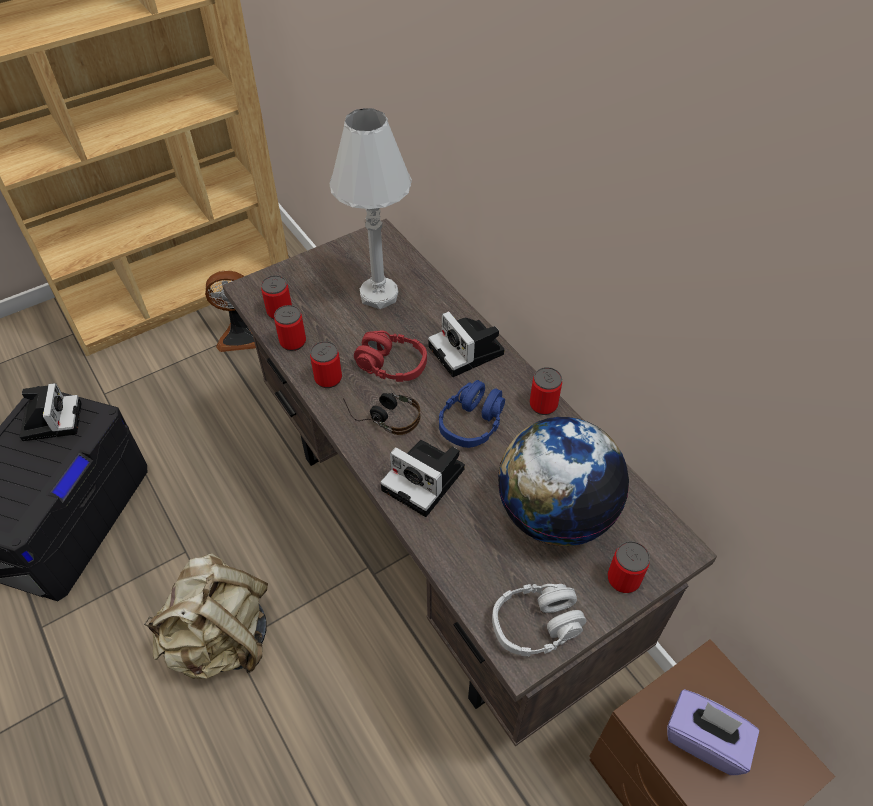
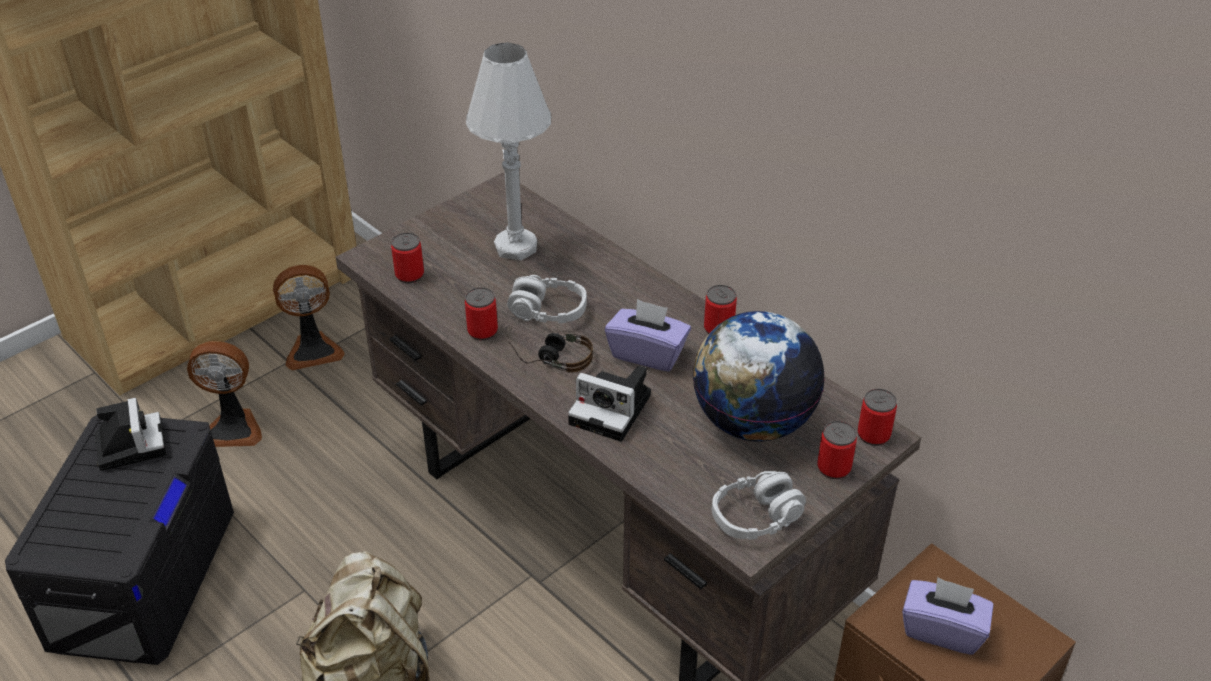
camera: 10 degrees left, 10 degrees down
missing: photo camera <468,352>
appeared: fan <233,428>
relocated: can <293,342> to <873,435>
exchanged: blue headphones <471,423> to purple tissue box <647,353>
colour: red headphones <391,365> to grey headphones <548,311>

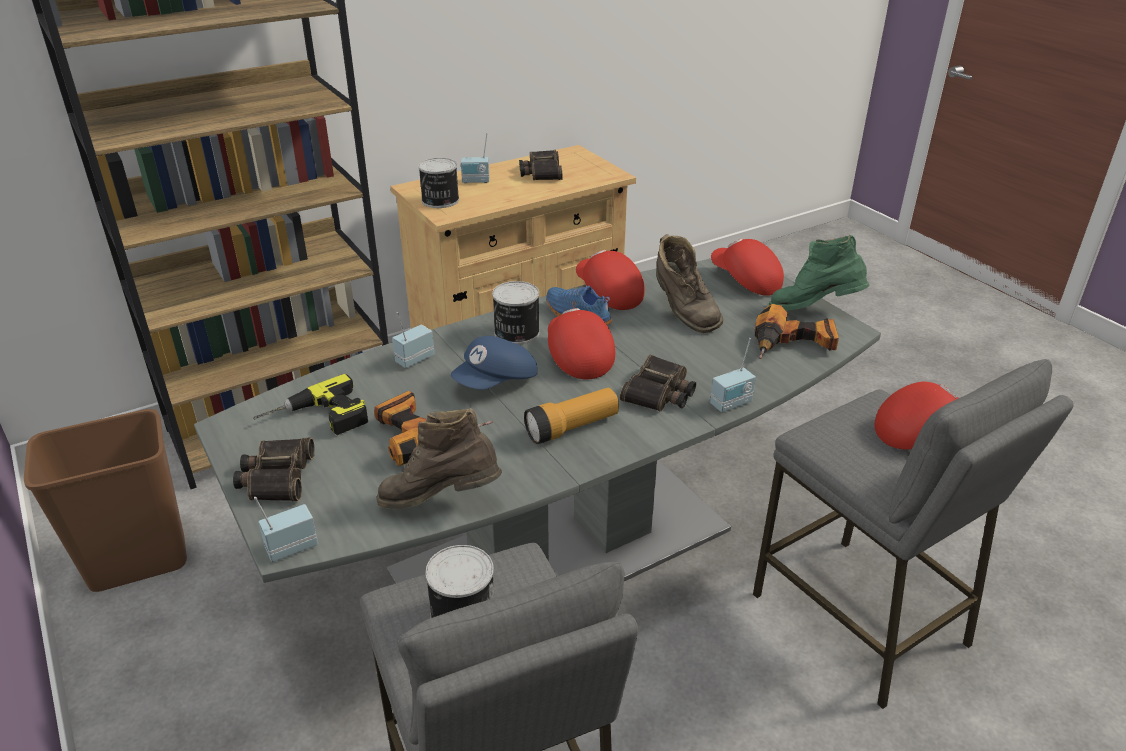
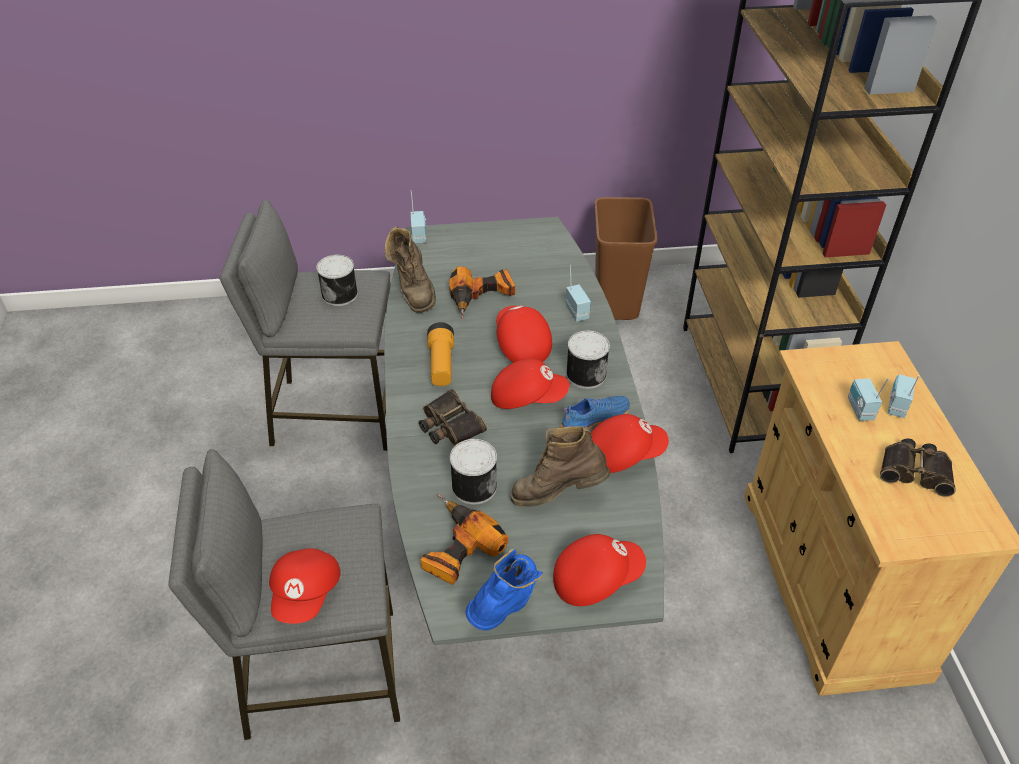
camera: 115 degrees right, 10 degrees up
missing: power drill <316,419>; binoculars <276,477>
relocated: can <440,201> to <473,485>; radio <732,404> to <859,410>
colour: green boot <814,310> to blue boot <506,606>; blue cap <496,382> to red cap <521,344>
spun: brown boot <441,502> = <413,291> 135 degrees clockwise

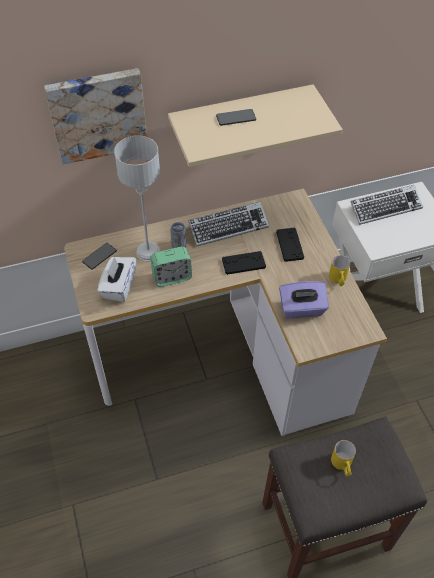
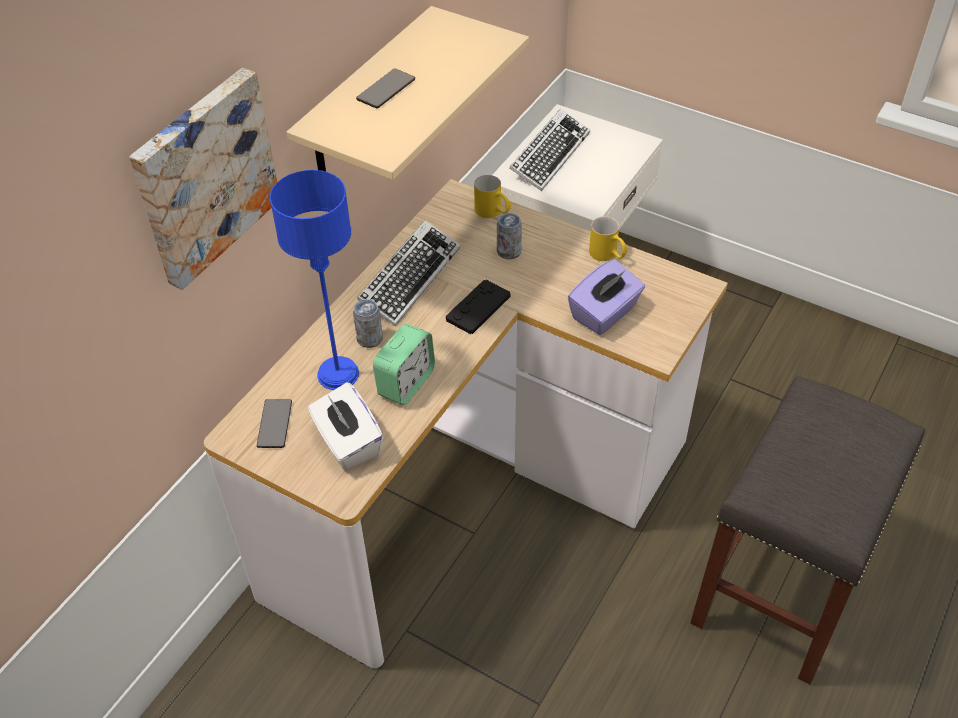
camera: 40 degrees left, 5 degrees down
relocated: yellow mug <342,465> to <493,212>
exchanged: black game controller <289,245> to can <509,252>
colour: grey table lamp <148,252> to blue table lamp <338,373>

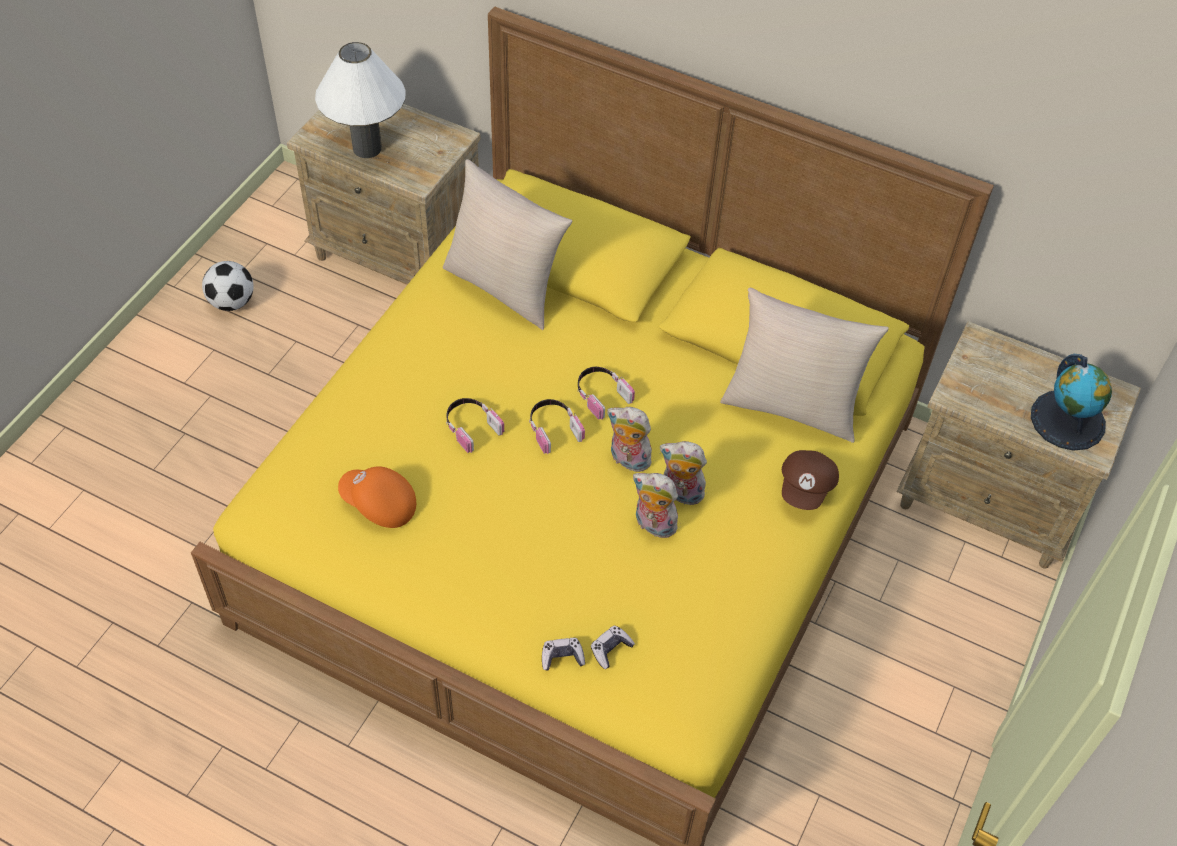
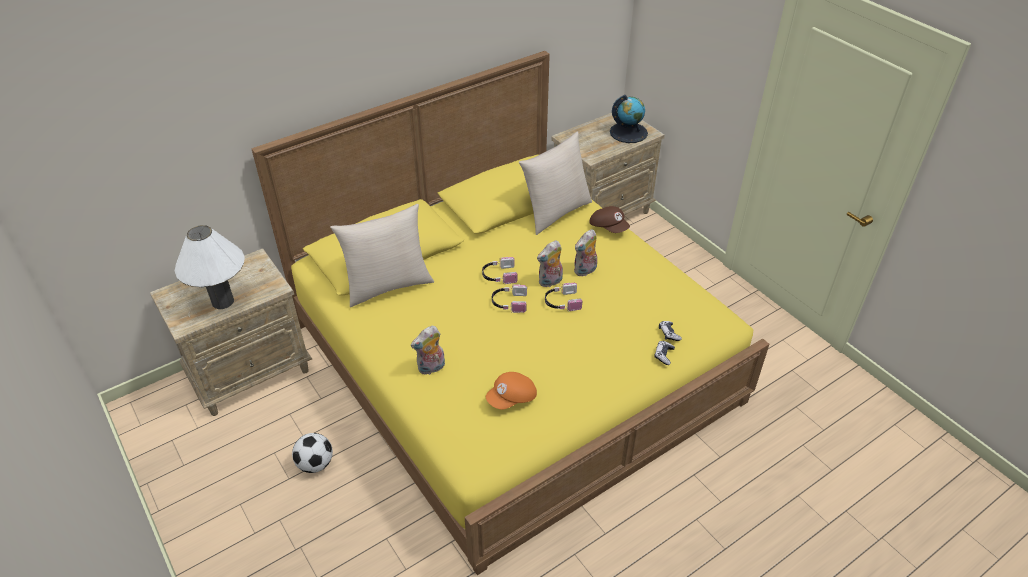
camera: 60 degrees left, 10 degrees down
relocated: football <232,302> to <315,464>; headphones <471,427> to <562,302>; plush toy <653,525> to <431,368>

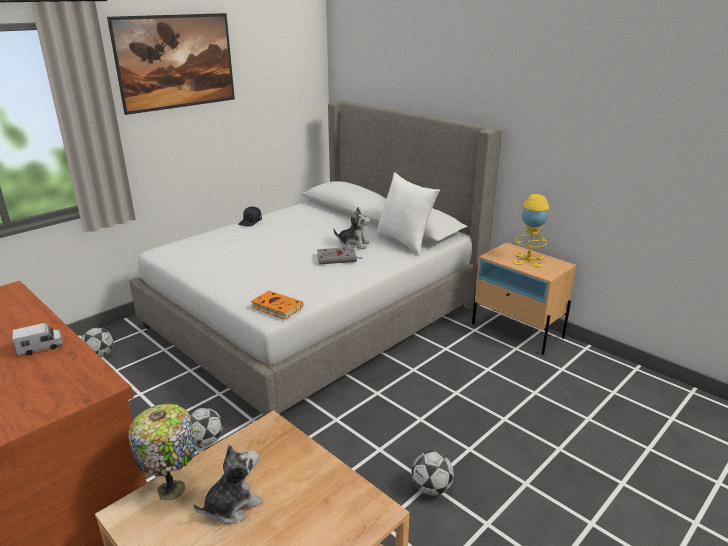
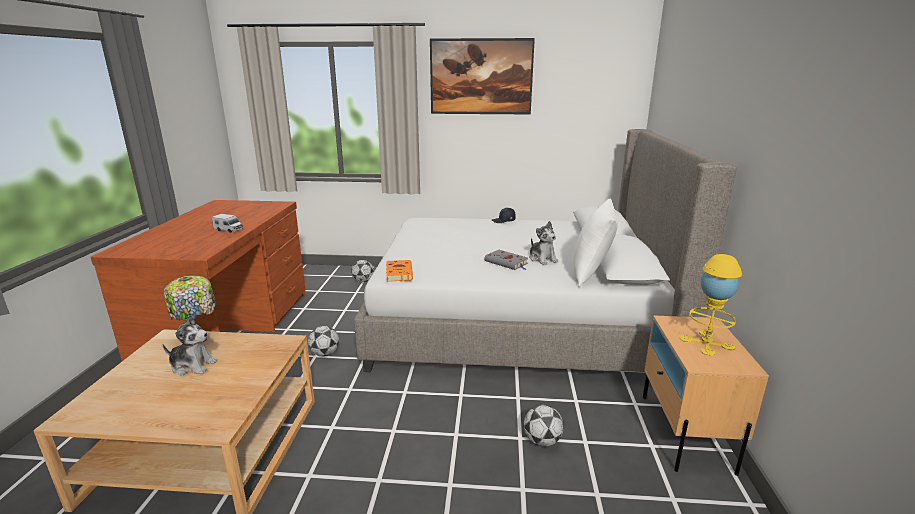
camera: 50 degrees right, 5 degrees down
relocated: football <431,488> to <542,441>

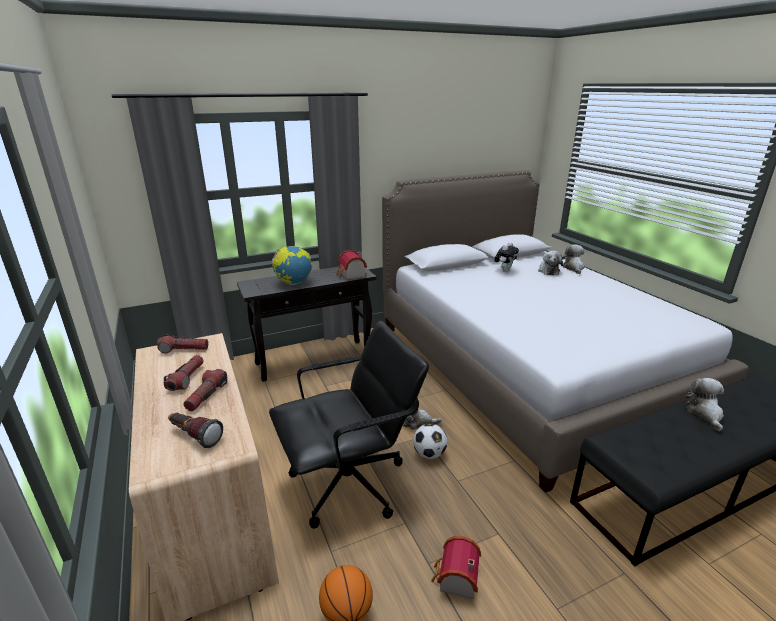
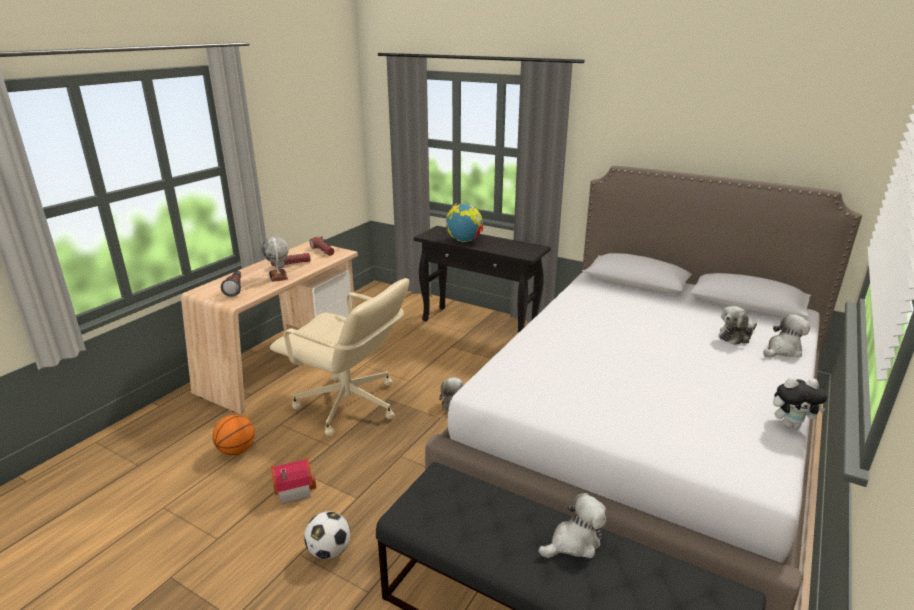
camera: 55 degrees right, 0 degrees up
missing: toy house <351,275>
relocated: plush toy <504,270> to <791,424>; football <429,454> to <329,551>
exchanged: flashlight <206,395> to globe <278,276>
colour: black office chair <350,484> to beige office chair <349,405>

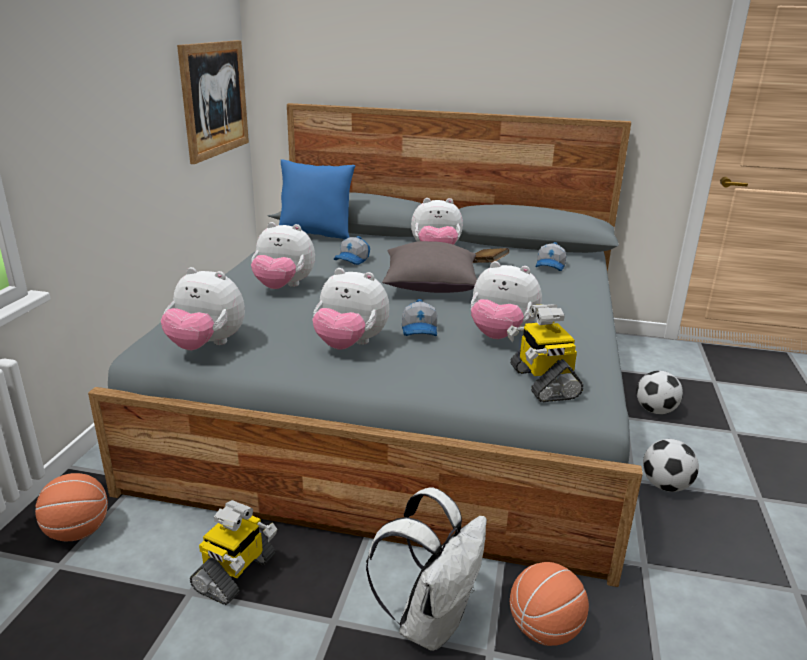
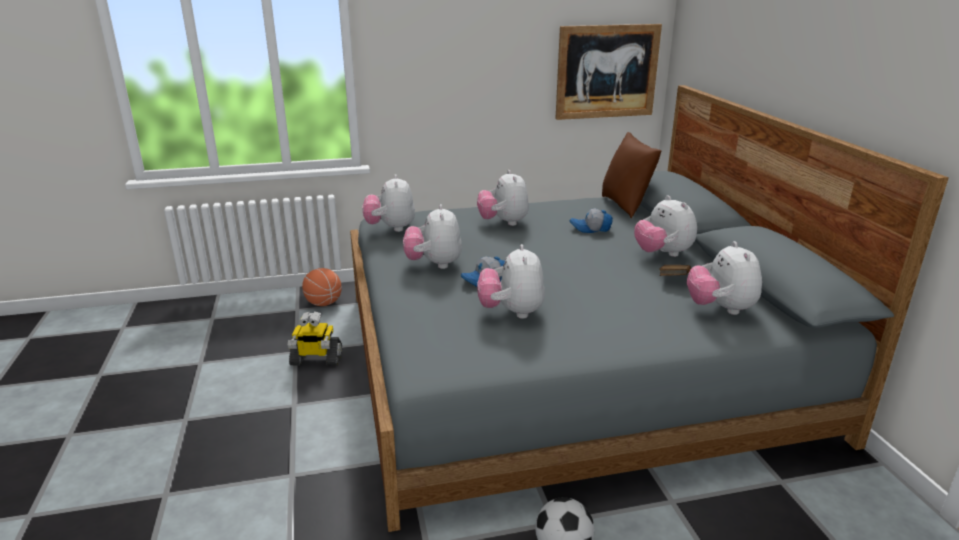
camera: 65 degrees right, 0 degrees up
missing: grey pillow <430,286>; toy robot <542,382>; football <655,411>; white backpack <431,621>; basketball <544,630>
exchanged: cap <551,266> to plush toy <720,309>
colour: blue pillow <316,235> to brown pillow <626,206>

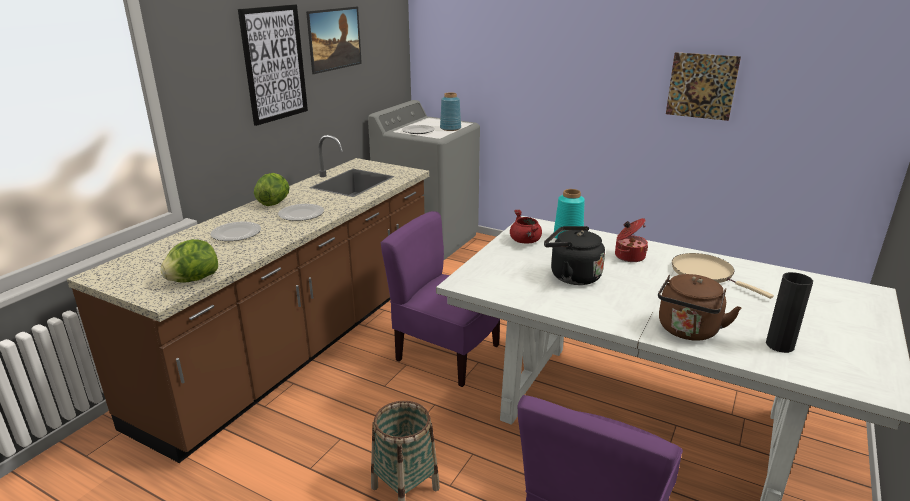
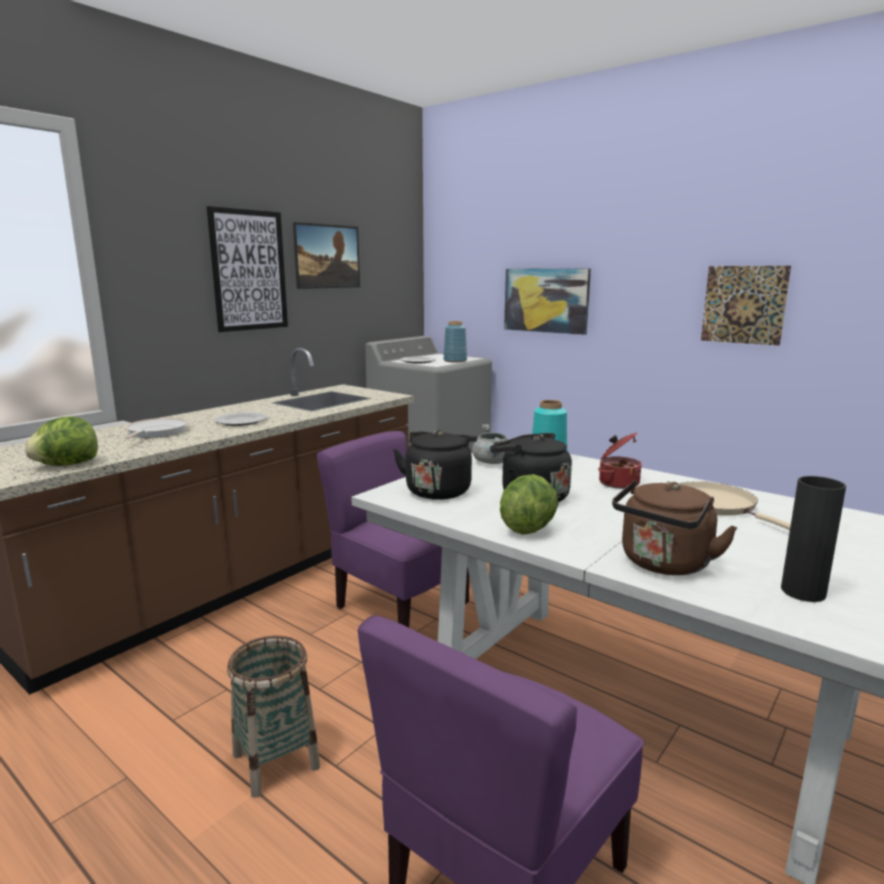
camera: 10 degrees right, 10 degrees down
appeared: picture <546,300>; black kettle <439,490>
relocated: lettuce <274,203> to <528,528>
exchanged: plate <235,234> to frying pan <155,432>
colour: red cooking pot <526,241> to grey cooking pot <492,462>

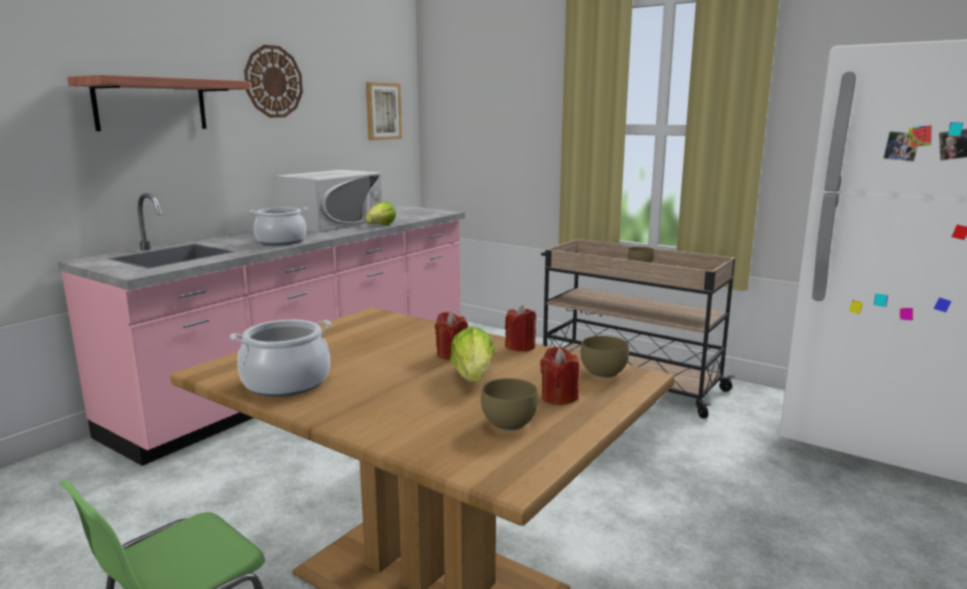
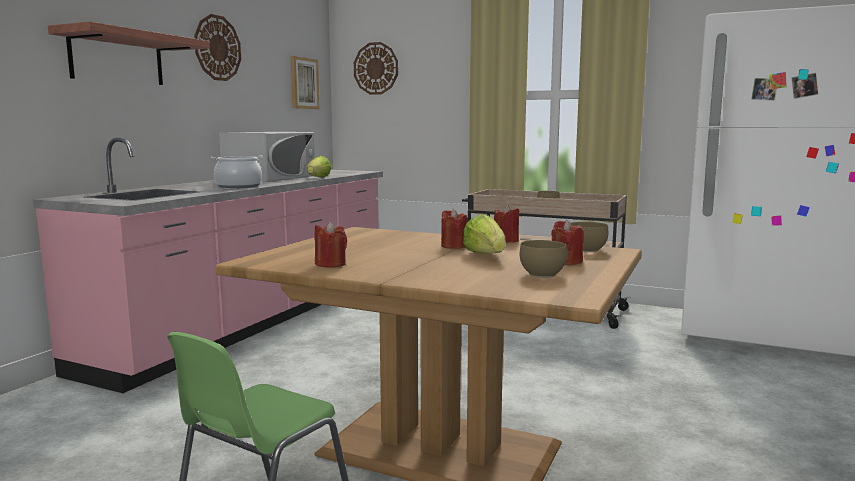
camera: 10 degrees left, 5 degrees down
appeared: wall clock <376,68>
exchanged: cooking pot <286,383> to red candle <330,264>

